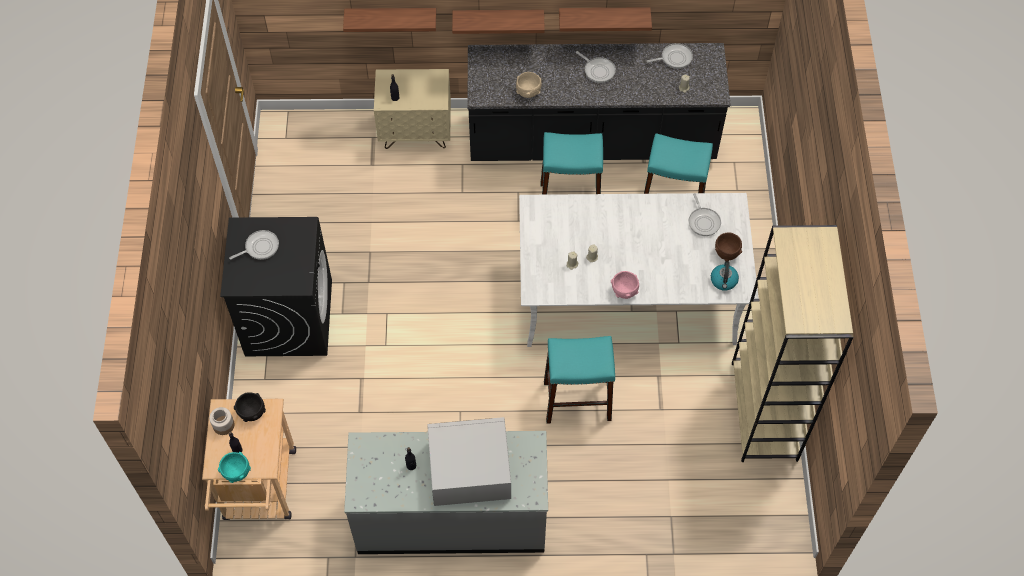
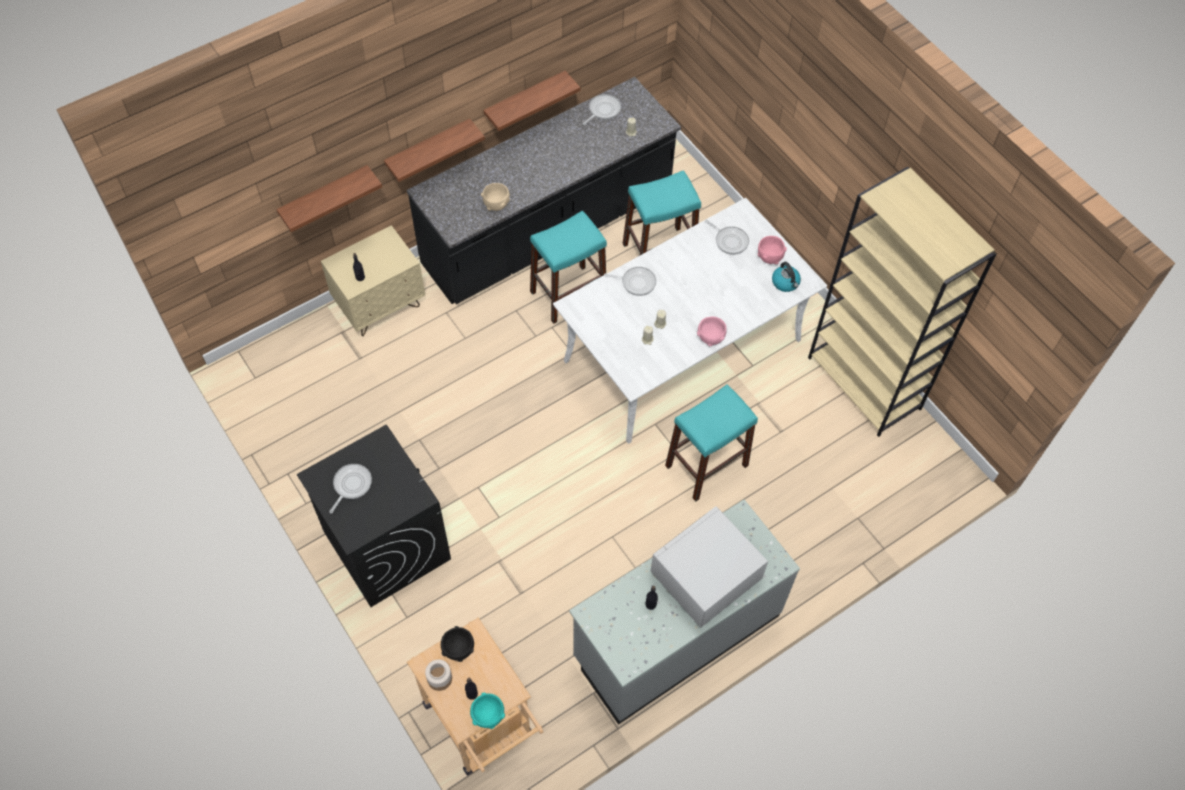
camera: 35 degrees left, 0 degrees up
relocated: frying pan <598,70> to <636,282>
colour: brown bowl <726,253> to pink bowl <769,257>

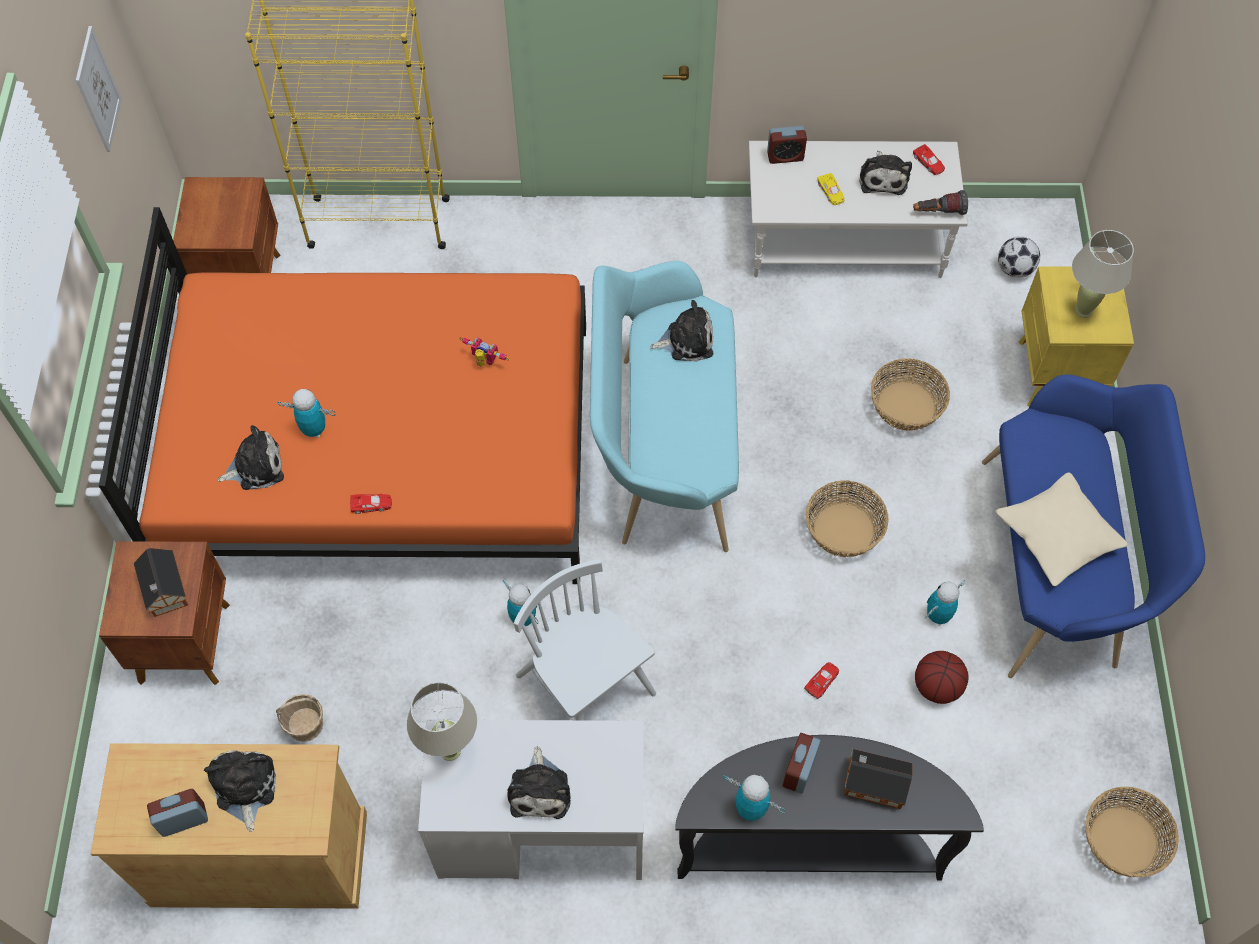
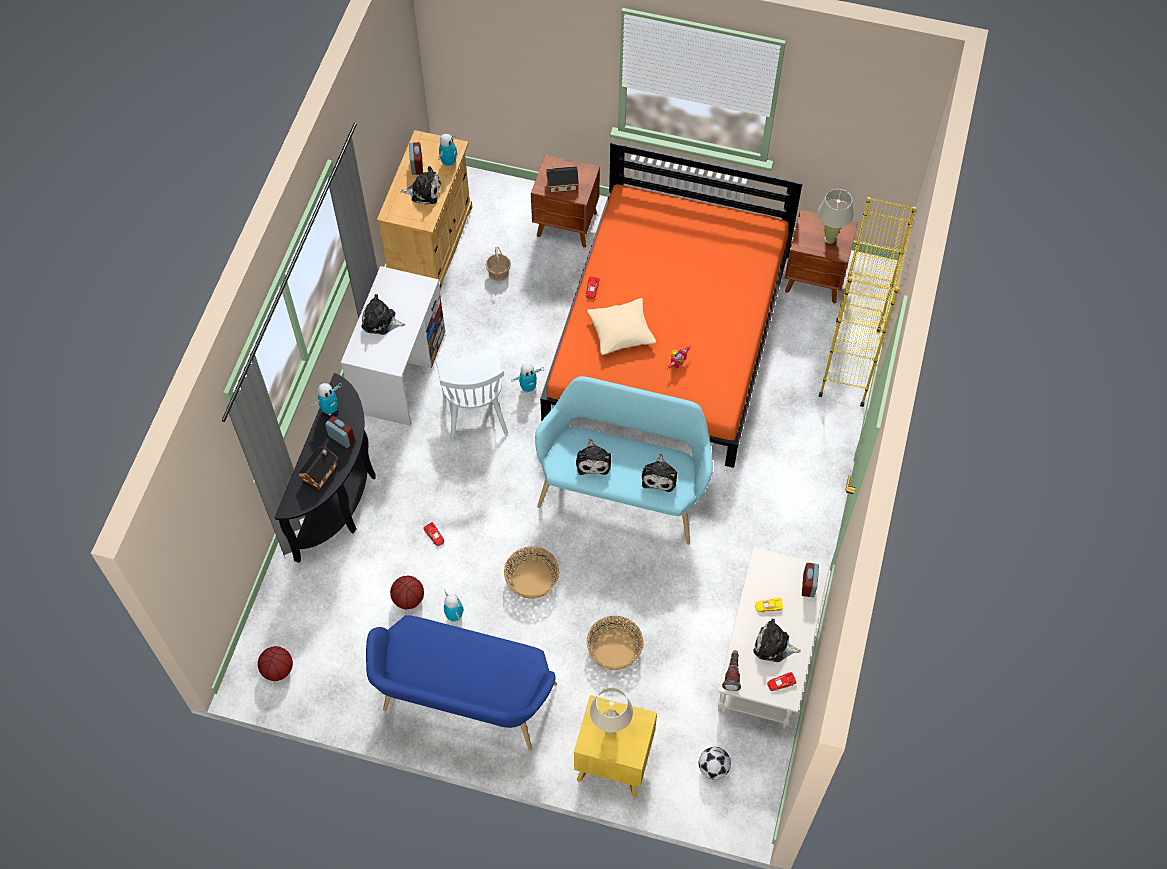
camera: 105 degrees right, 0 degrees up
missing: picture <97,90>
relocated: toy robot <314,430> to <449,162>; plush toy <255,467> to <593,461>; beige pillow <1057,536> to <621,332>; beige table lamp <450,750> to <829,239>
exchanged: basket <1123,840> to basketball <277,669>
spun: white chair <586,686> = <475,410> 105 degrees clockwise

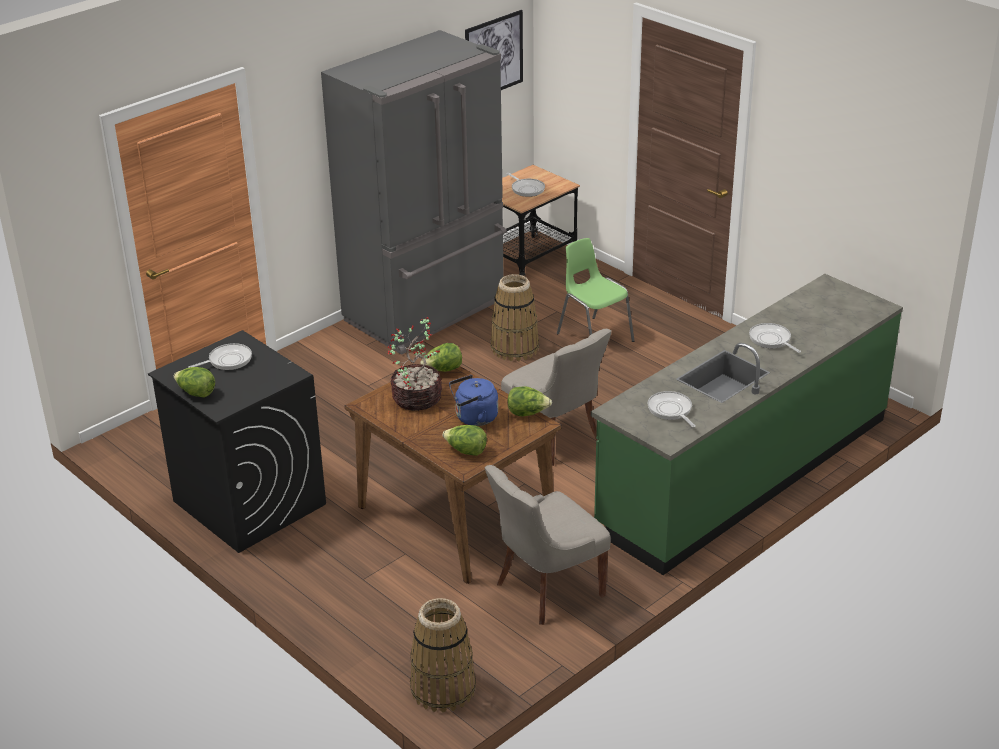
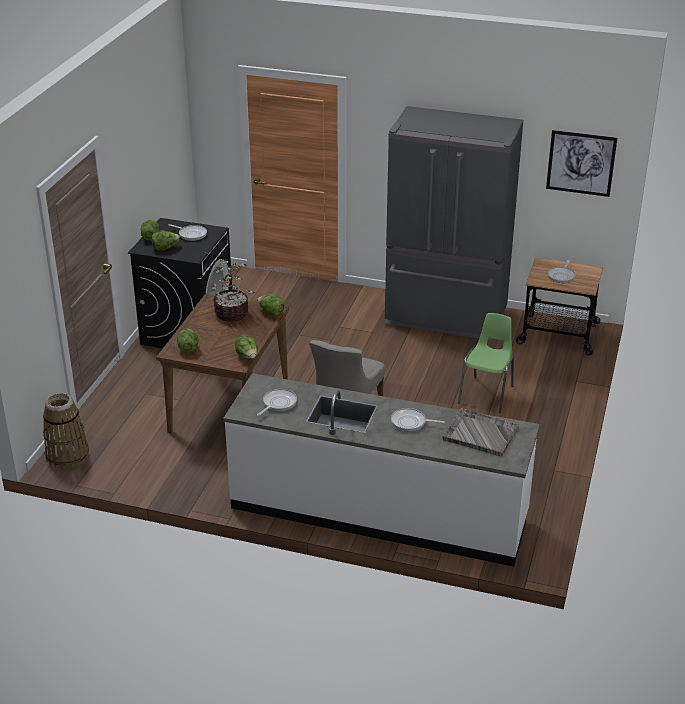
camera: 60 degrees right, 0 degrees up
missing: basket <515,348>; blue kettle <474,418>; grey chair <546,589>
appeared: lettuce <165,248>; grey tray <480,433>
colour: green counter <743,472> to white counter <378,512>
spun: frying pan <771,340> = <410,422> 105 degrees counterclockwise

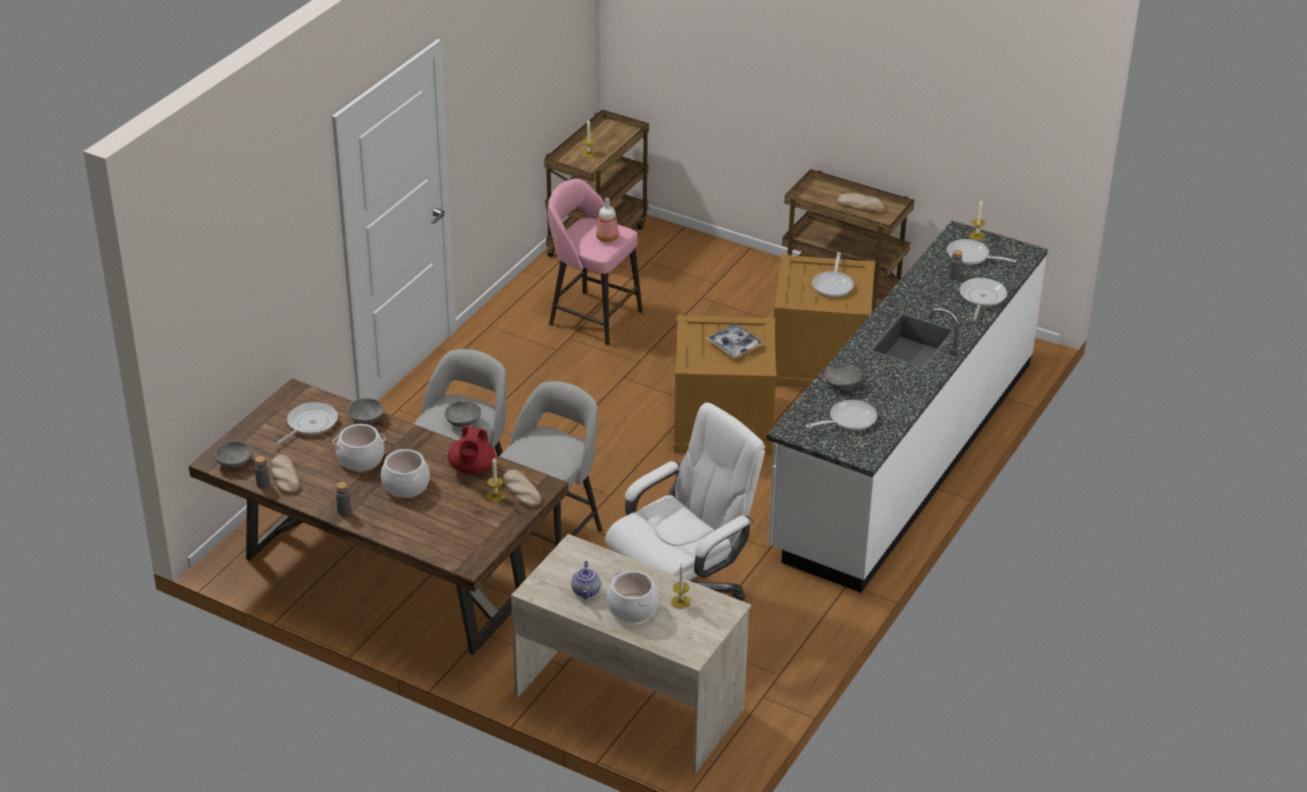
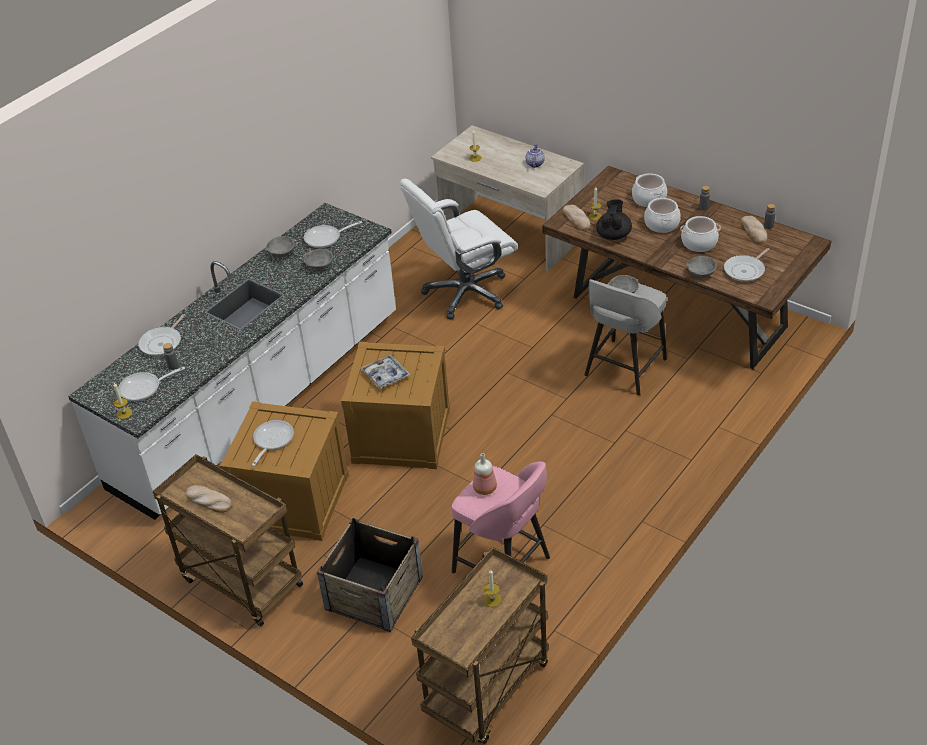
camera: 170 degrees left, 5 degrees up
missing: grey stool <551,536>
appeared: crate <374,592>
relocated: grey bowl <234,463> to <282,253>; cooking pot <633,608> to <648,199>
colour: red teapot <471,468> to black teapot <613,235>
spun: frying pan <971,256> = <144,388> 120 degrees clockwise

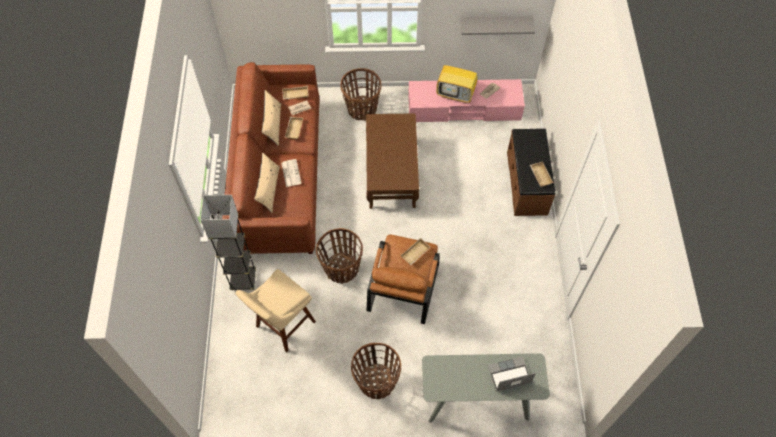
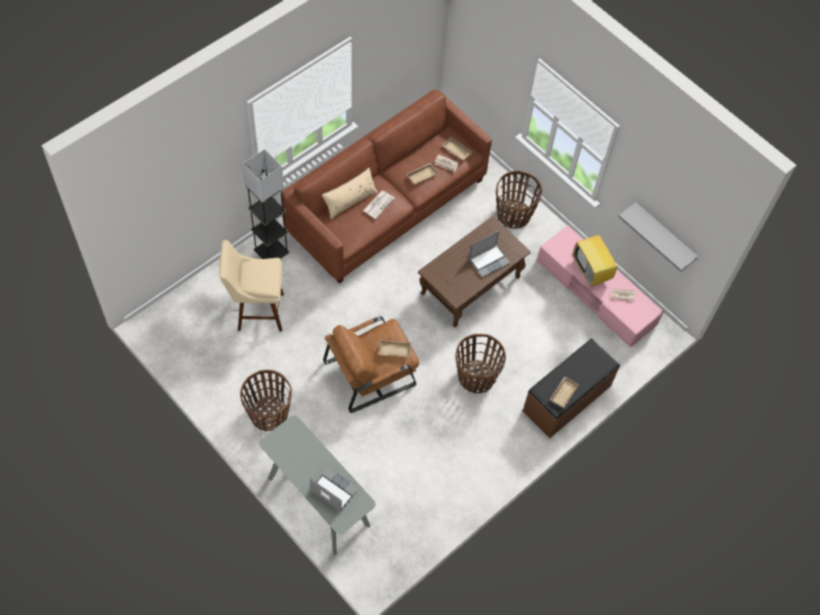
camera: 45 degrees right, 0 degrees up
missing: beige pillow <273,124>
appeared: laptop <489,260>
relocated: basket <341,269> to <476,377>

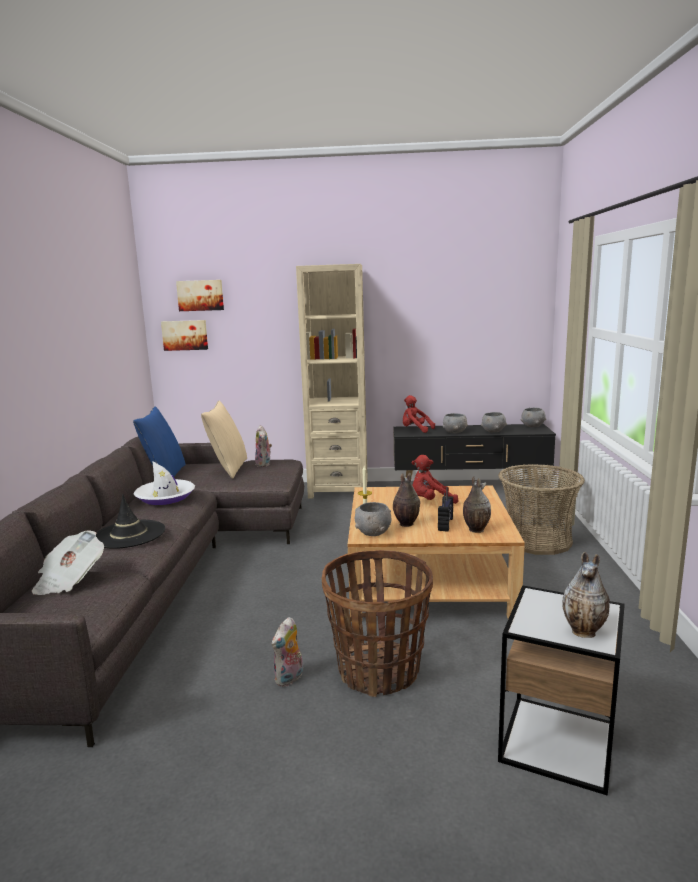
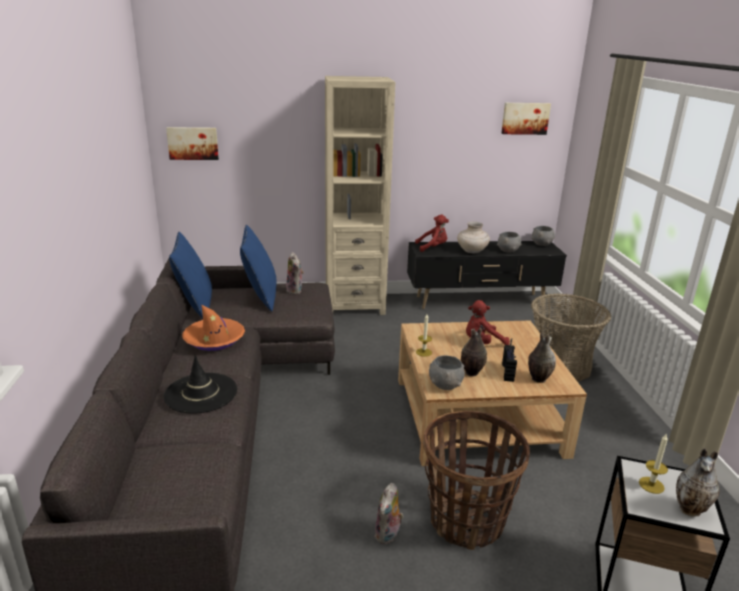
camera: 10 degrees left, 10 degrees up
missing: newspaper <69,580>
appeared: candle <651,485>
relocated: picture <200,295> to <525,118>
exchanged: grey bowl <454,432> to beige vase <472,251>
colour: beige pillow <228,468> to blue pillow <260,297>; white hat <165,497> to orange hat <214,340>
spun: red plush toy <415,430> = <433,247> 150 degrees clockwise

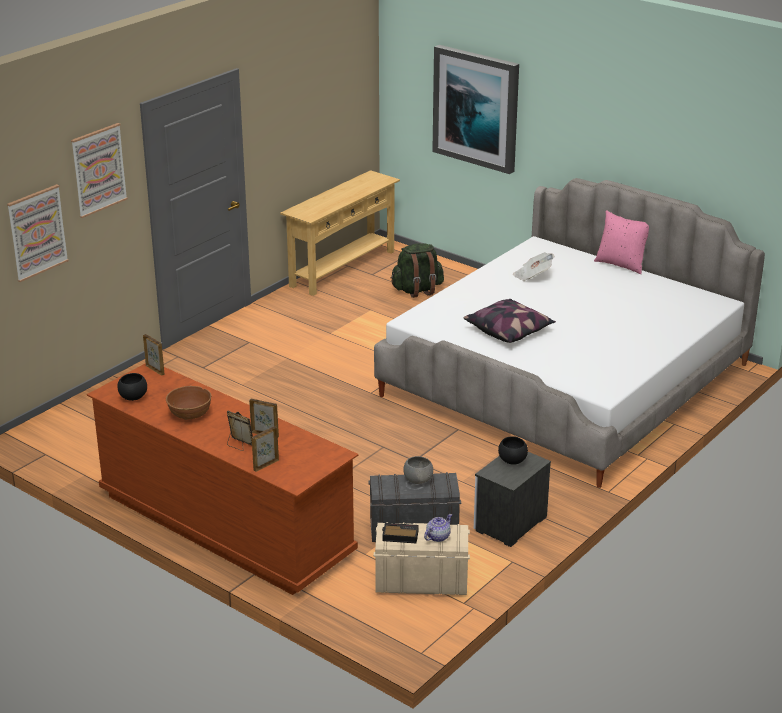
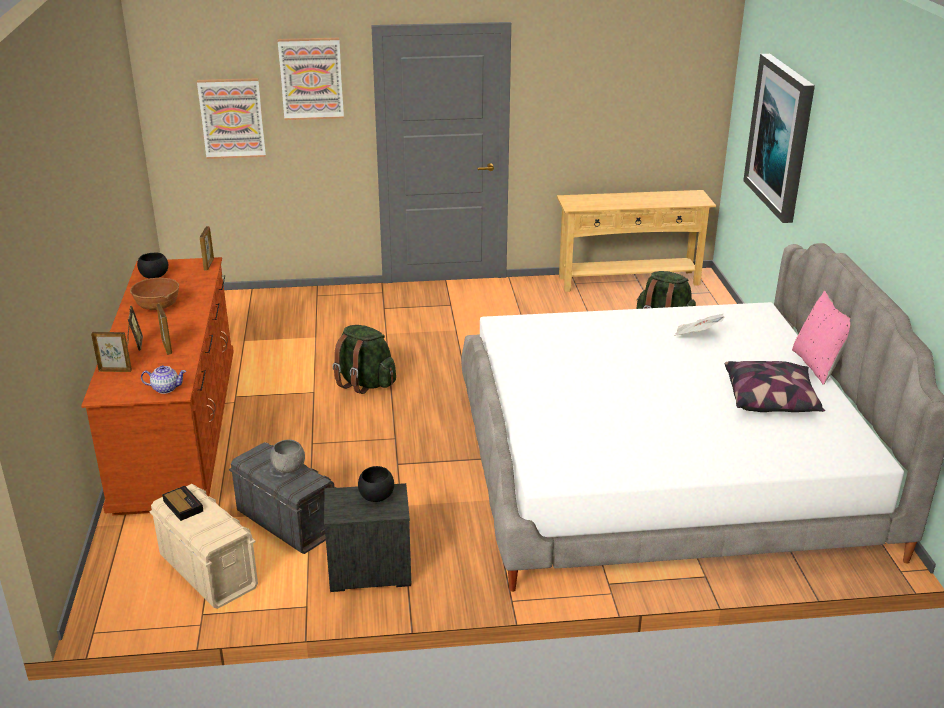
camera: 45 degrees right, 0 degrees up
appeared: green backpack <365,383>
relocated: pillow <509,331> to <771,400>; teapot <437,537> to <165,388>

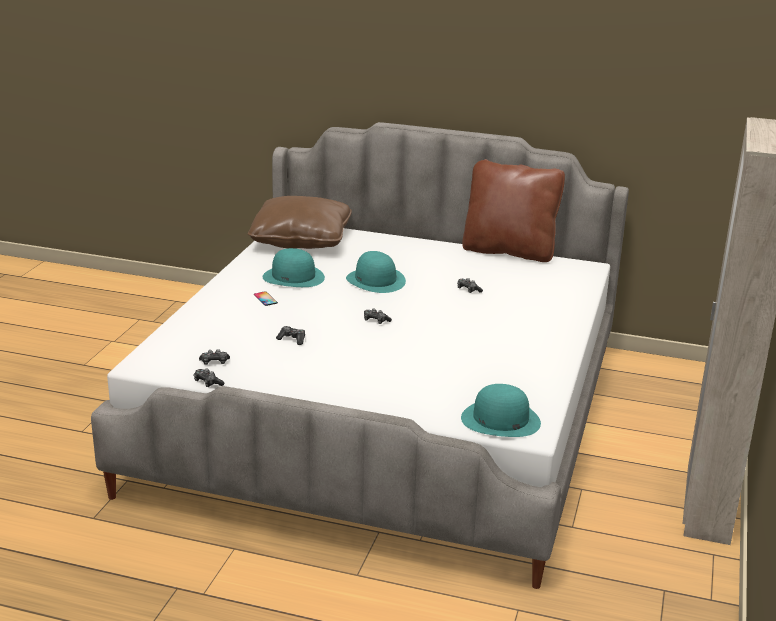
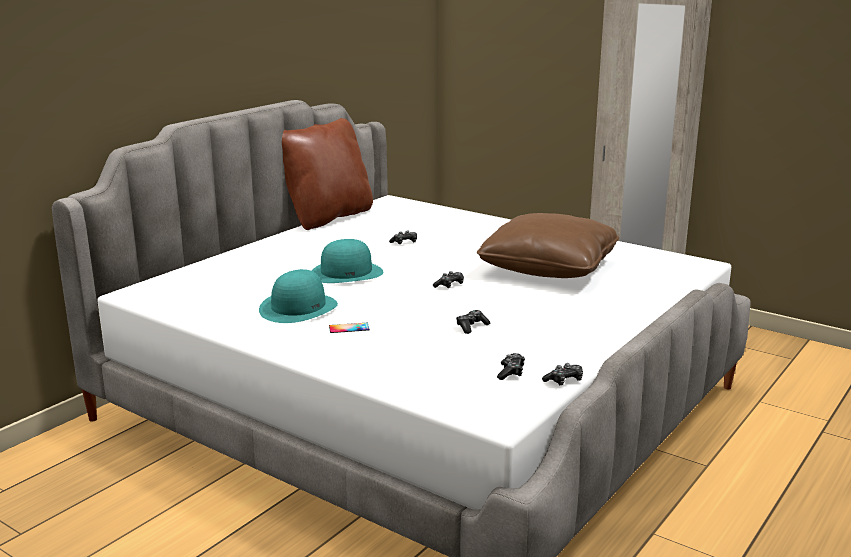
camera: 70 degrees left, 5 degrees down
missing: turquoise hat <500,420>
relocated: brown pillow <301,240> to <549,268>

